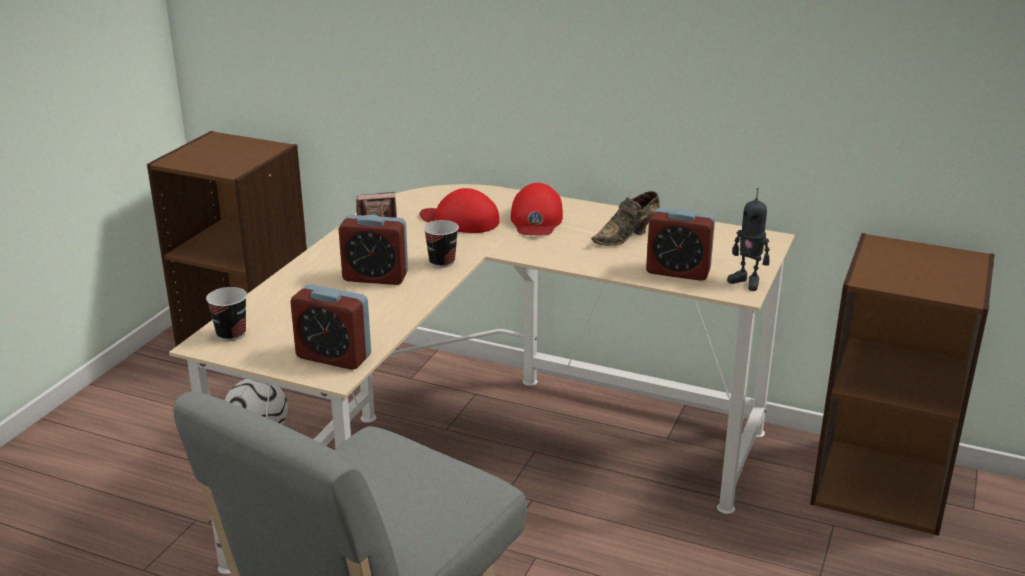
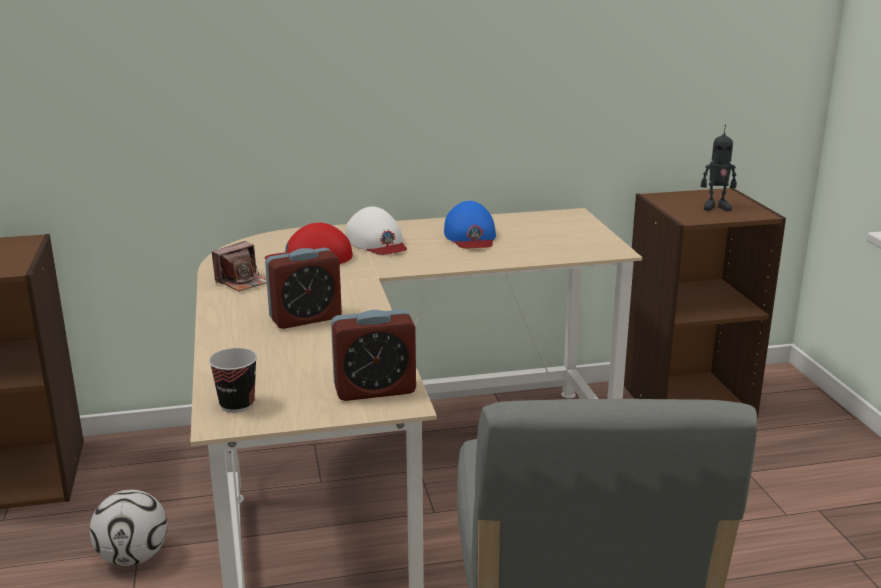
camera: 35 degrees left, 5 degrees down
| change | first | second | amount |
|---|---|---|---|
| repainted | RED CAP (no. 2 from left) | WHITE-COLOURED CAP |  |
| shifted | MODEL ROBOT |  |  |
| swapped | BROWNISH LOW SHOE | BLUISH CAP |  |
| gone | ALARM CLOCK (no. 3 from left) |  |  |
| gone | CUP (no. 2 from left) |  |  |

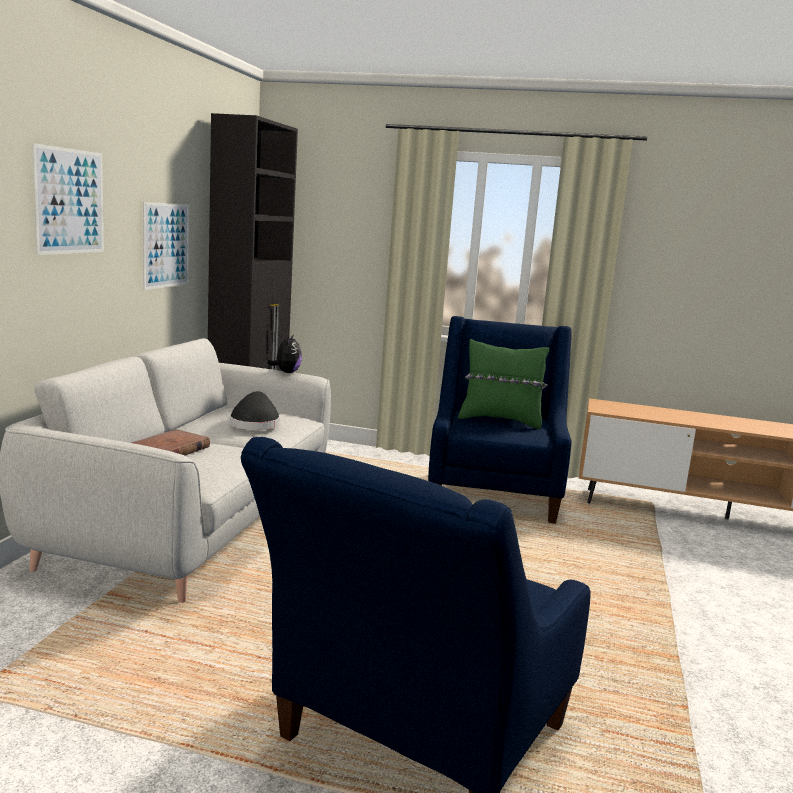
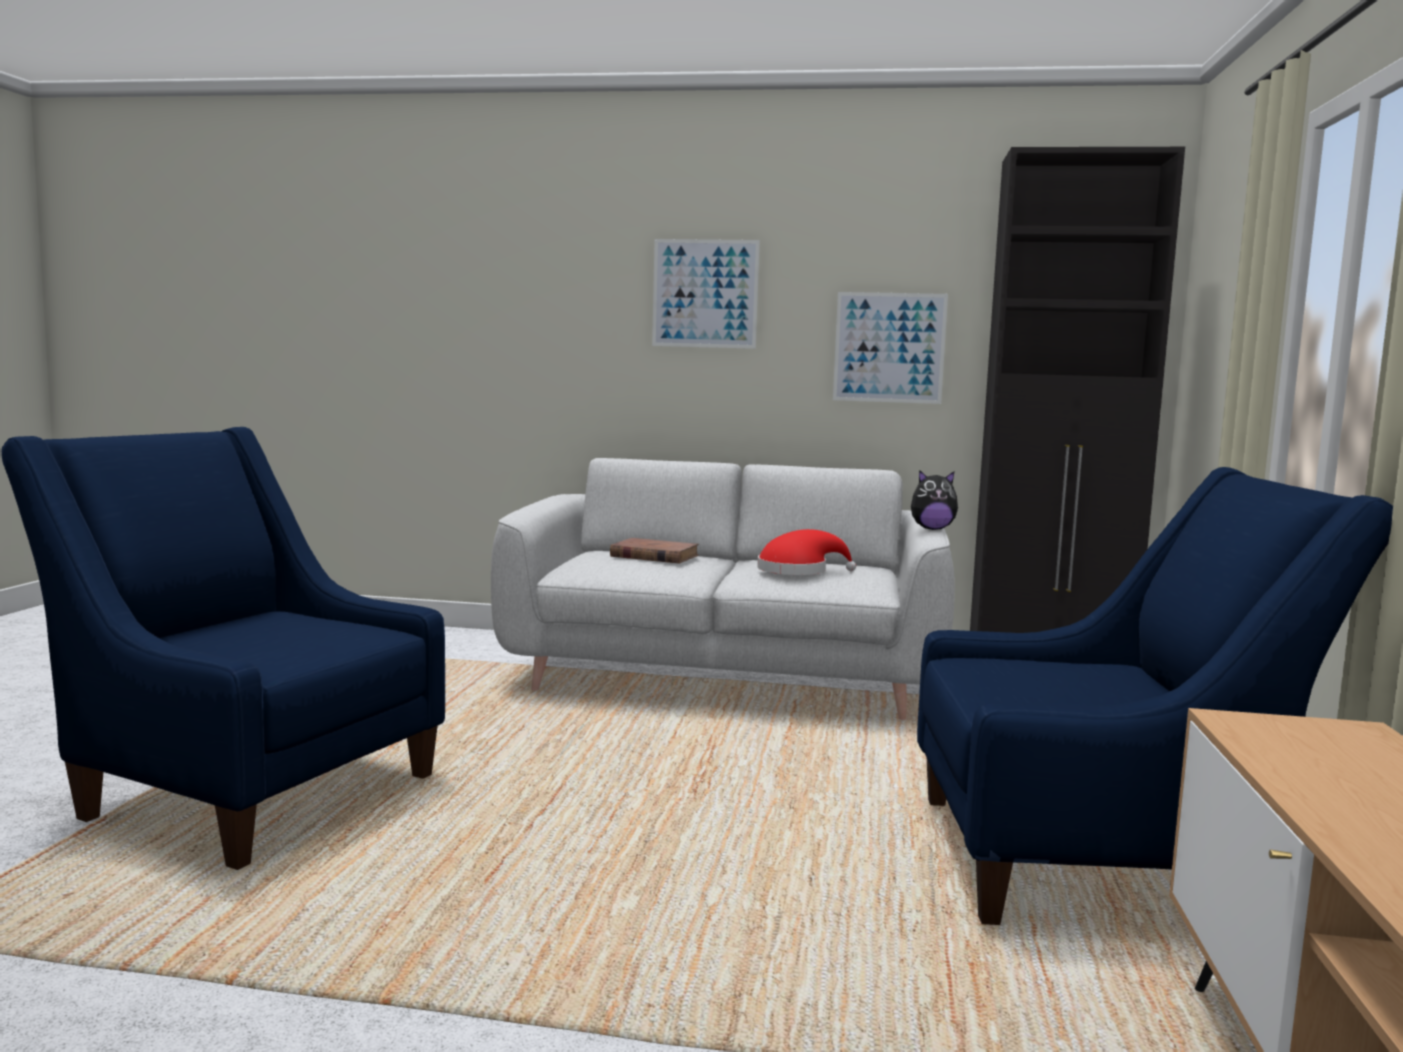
camera: 85 degrees right, 5 degrees down
| change | first | second | amount |
|---|---|---|---|
| gone | GREEN CUSHION |  |  |
| repainted | BLACK HAT | RED HAT |  |

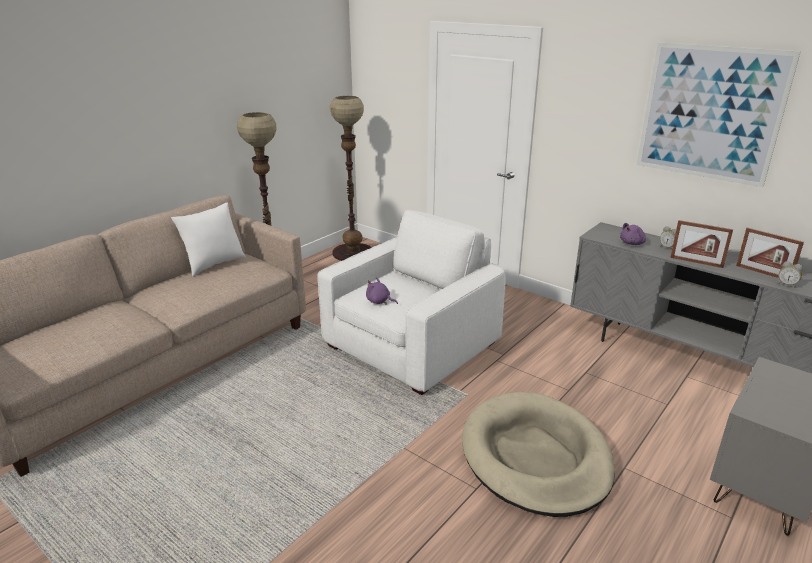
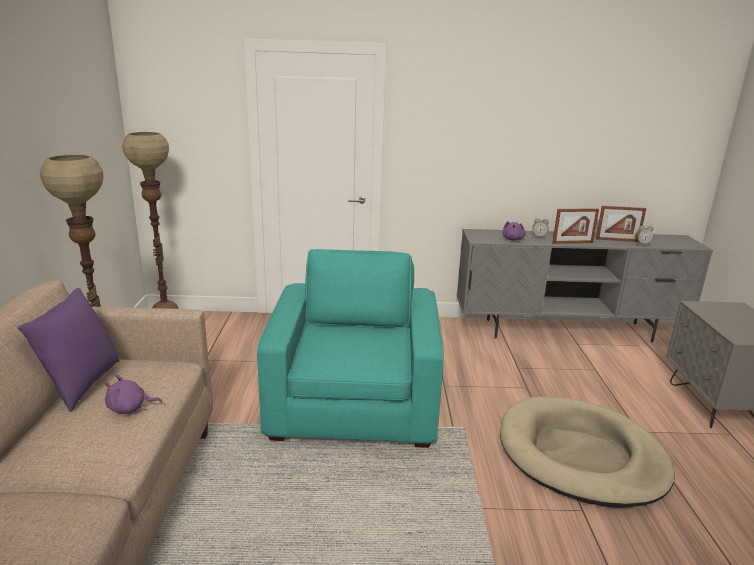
camera: 40 degrees left, 5 degrees down
| change | first | second | amount |
|---|---|---|---|
| gone | WALL PICTURE |  |  |
| repainted | WHITE-COLOURED CUSHION | PURPLISH CUSHION |  |
| repainted | WHITE-COLOURED EASY CHAIR | BLUE-GREEN EASY CHAIR |  |
| shifted | PURPLISH PLUSH TOY (no. 1 from left) |  |  |

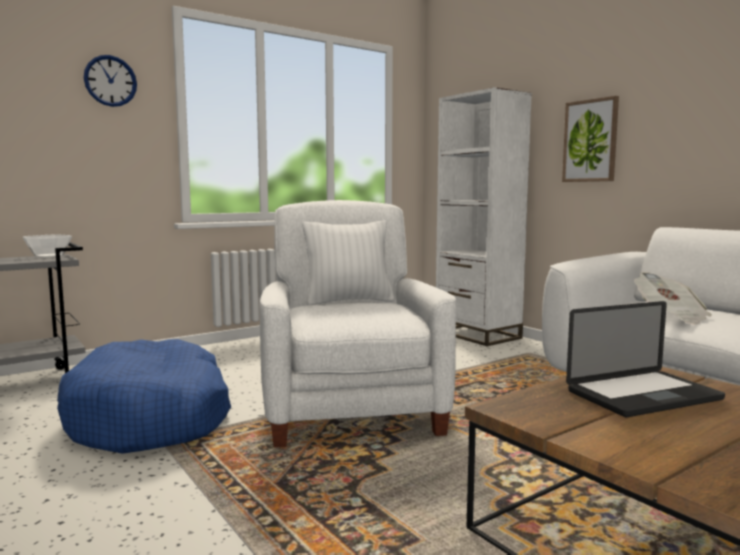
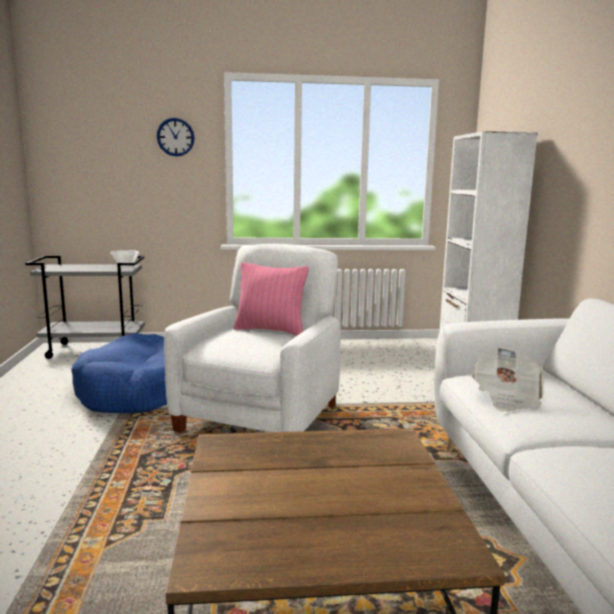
camera: 30 degrees right, 5 degrees up
| change | first | second | amount |
|---|---|---|---|
| gone | WALL PICTURE |  |  |
| repainted | WHITE-COLOURED CUSHION | PINK CUSHION |  |
| gone | NOTEBOOK COMPUTER |  |  |

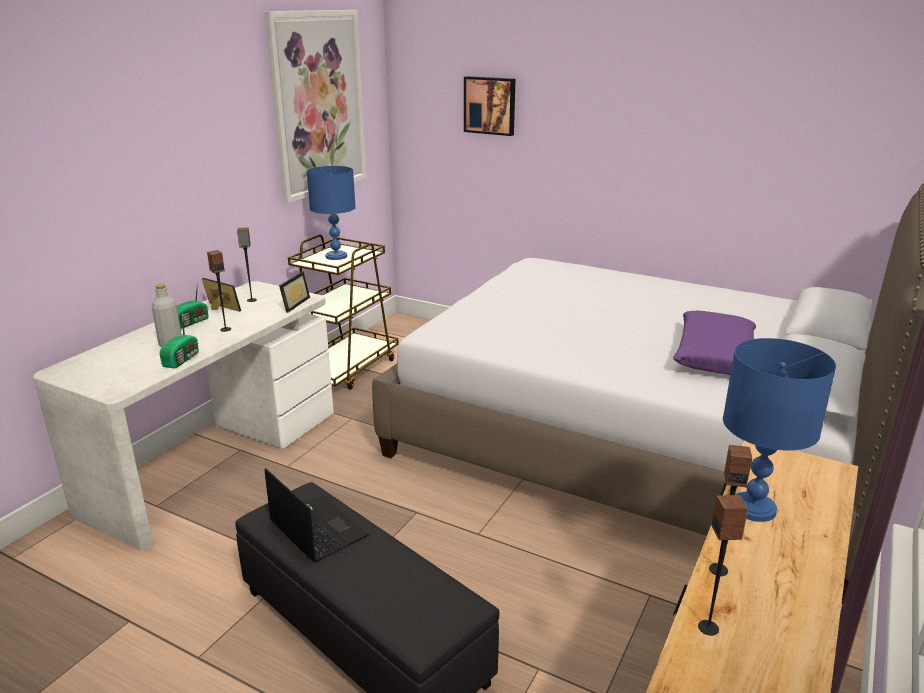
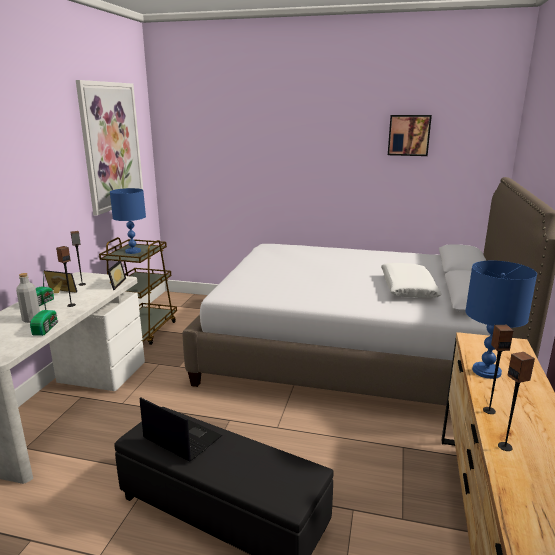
camera: 15 degrees left, 5 degrees down
| change | first | second | amount |
|---|---|---|---|
| shifted | WALL PICTURE (no. 2 from left) |  |  |
| repainted | PURPLISH CUSHION | WHITE-COLOURED CUSHION |  |

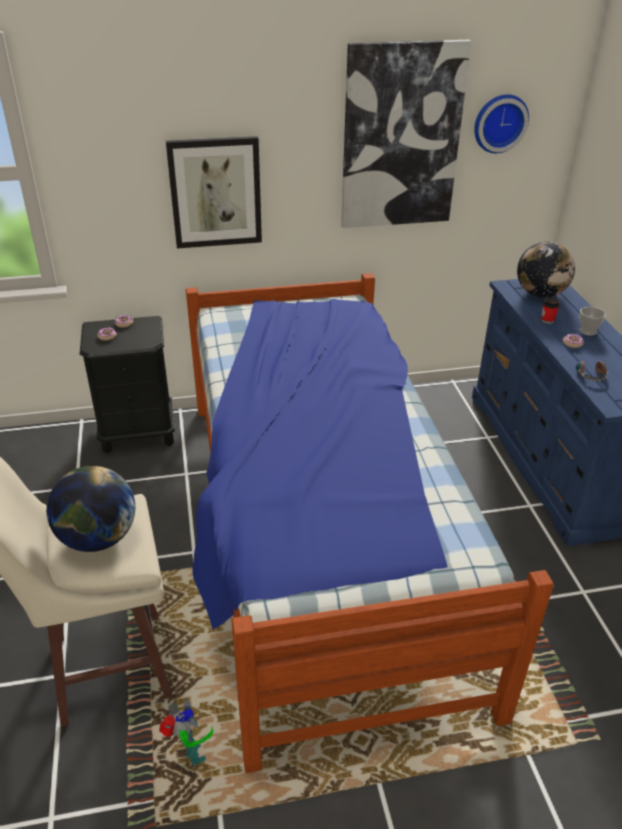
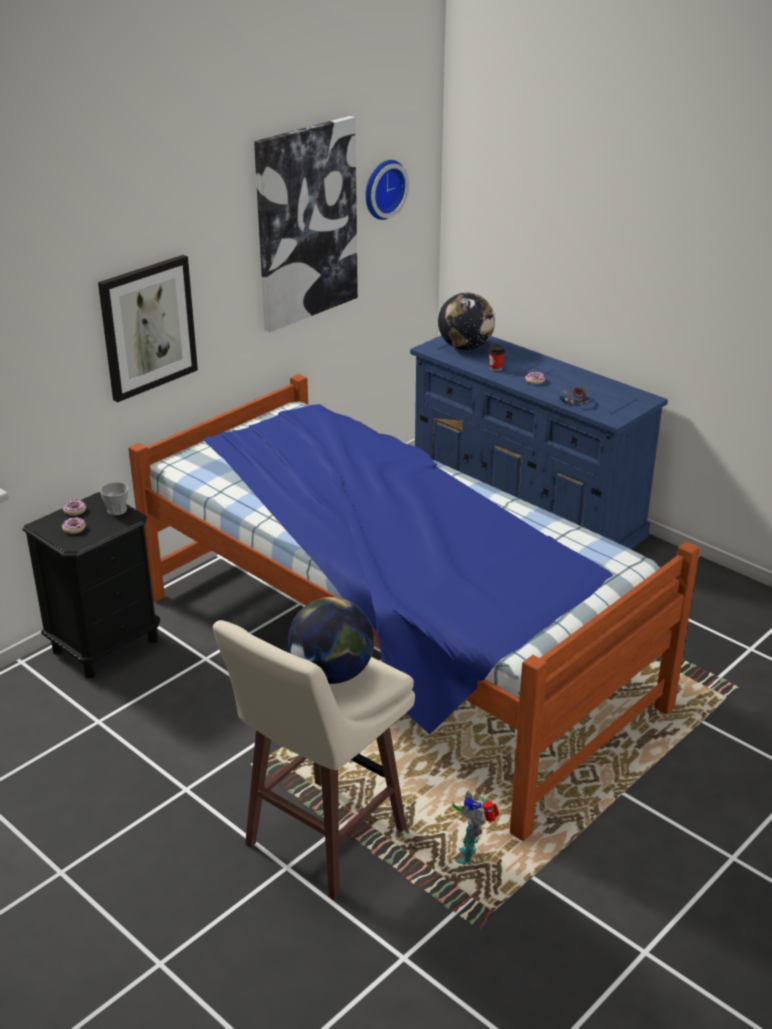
camera: 35 degrees left, 5 degrees down
| change | first | second | amount |
|---|---|---|---|
| shifted | CUP (no. 2 from left in the first image) | CUP (no. 1 from left) |  |
| rotated | MODEL ROBOT |  | 105 degrees counterclockwise |

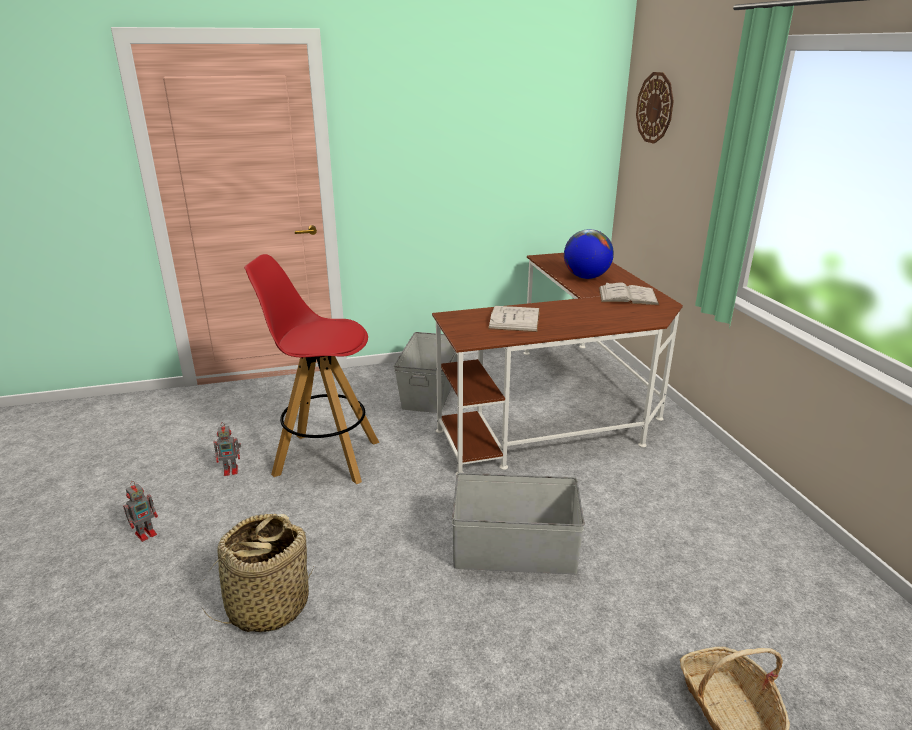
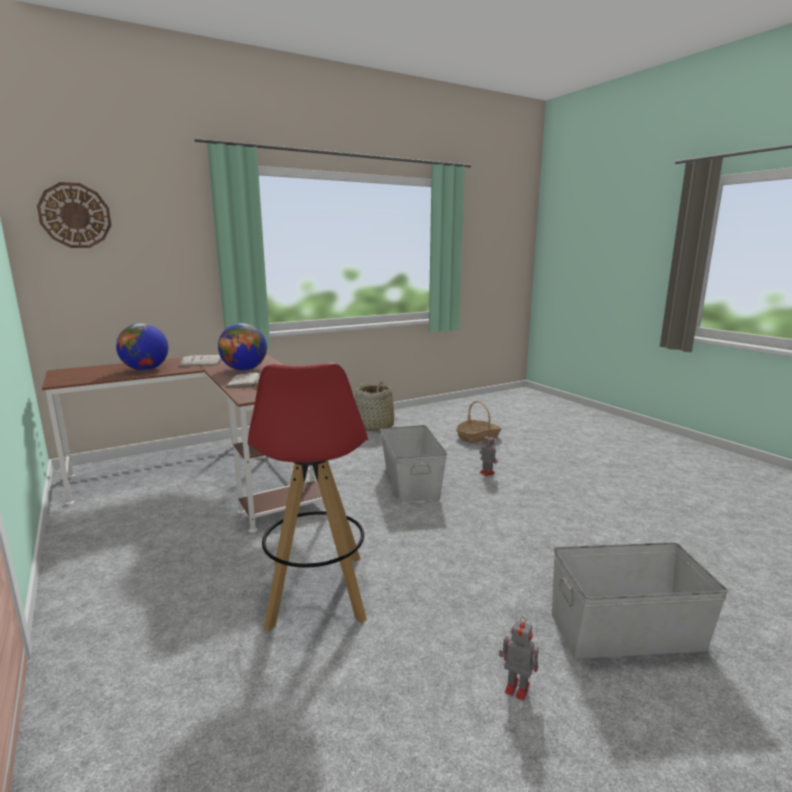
camera: 105 degrees left, 10 degrees down
| change | first | second | amount |
|---|---|---|---|
| shifted | GREY STORAGE BIN (no. 1 from left in the first image) | GREY STORAGE BIN (no. 2 from left) |  |
| shifted | MODEL ROBOT (no. 2 from left in the first image) | MODEL ROBOT (no. 1 from left) |  |
| shifted | STORAGE BASKET (no. 1 from left) |  |  |
| new |  | DESK GLOBE (no. 2 from left) |  |

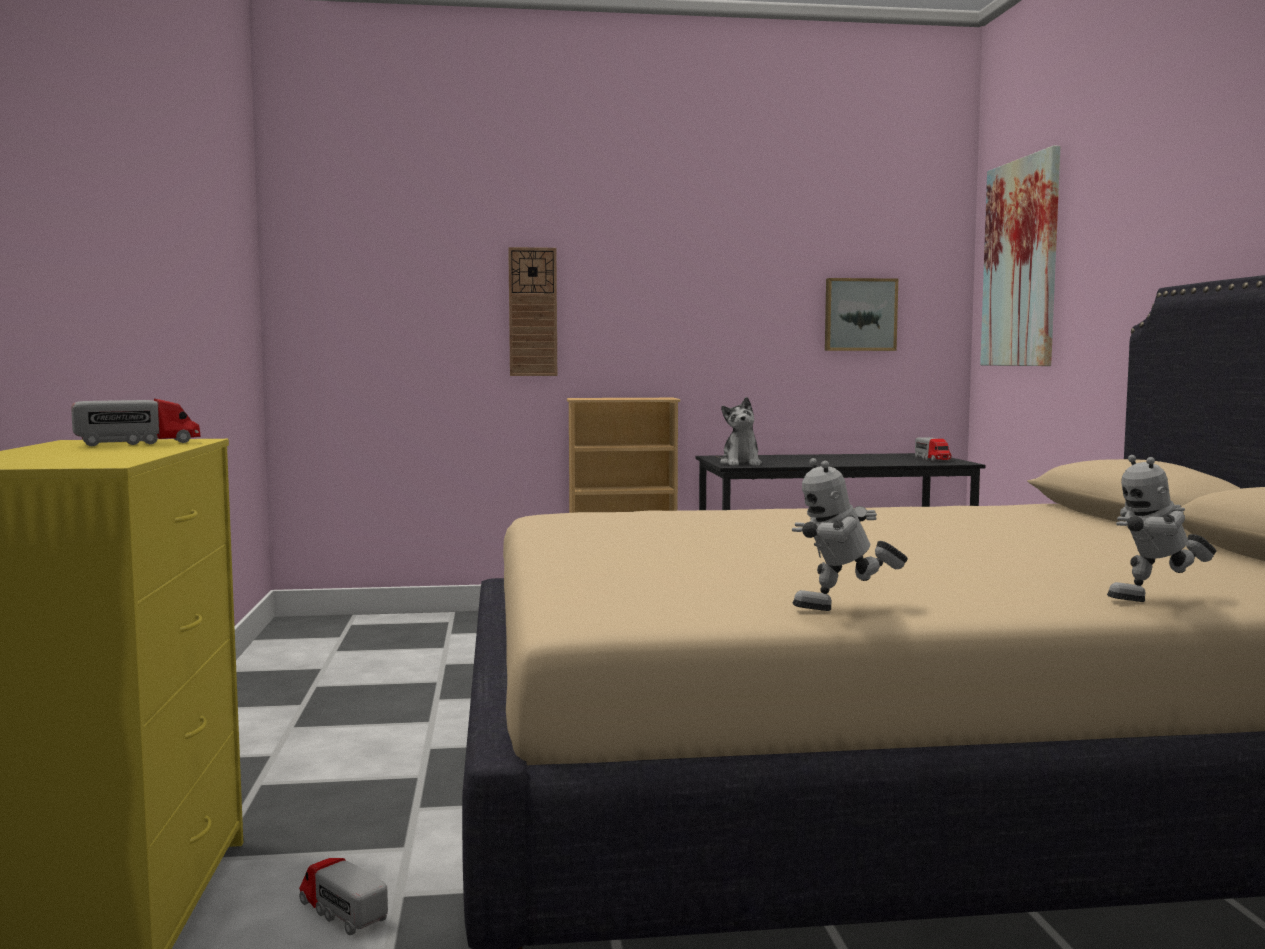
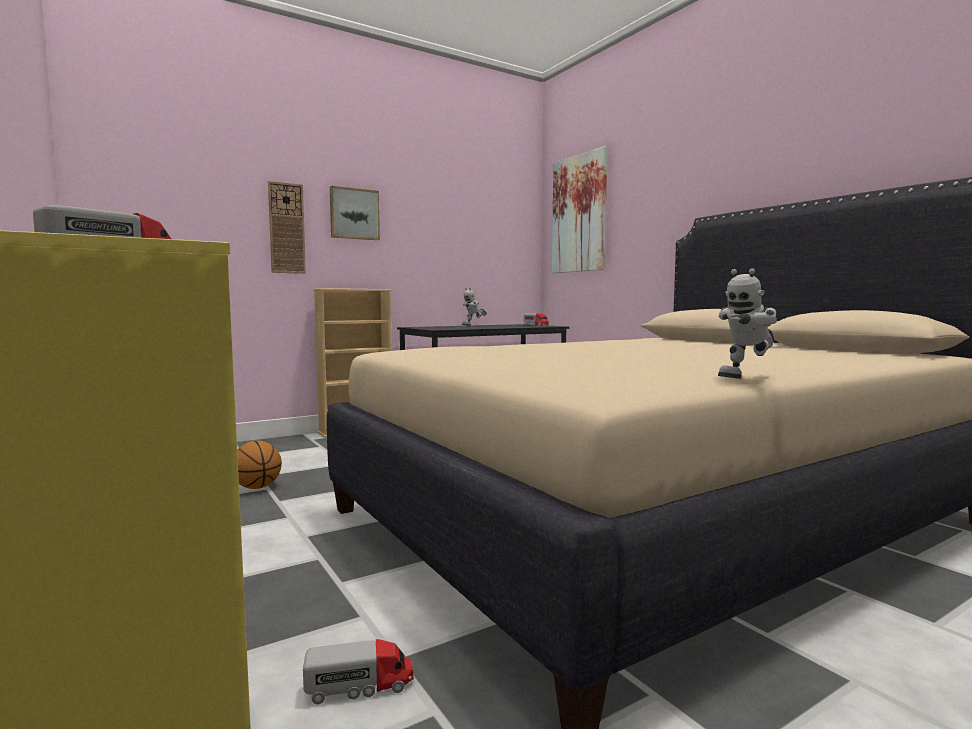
camera: 25 degrees left, 0 degrees up
| change | first | second | amount |
|---|---|---|---|
| shifted | WALL PICTURE (no. 1 from left) |  |  |
| gone | PLUSH TOY |  |  |
| shifted | MODEL ROBOT (no. 2 from left in the first image) | MODEL ROBOT (no. 1 from left) |  |
| rotated | TOY LORRY (no. 2 from left) |  | 150 degrees clockwise |
| new |  | BALL FOR BASKETBALL |  |

